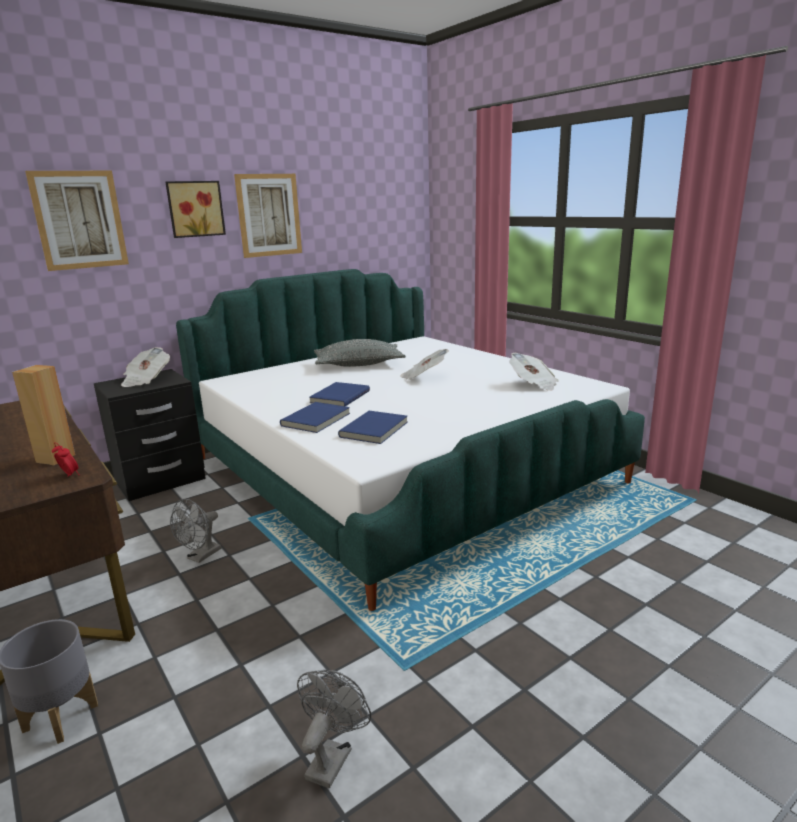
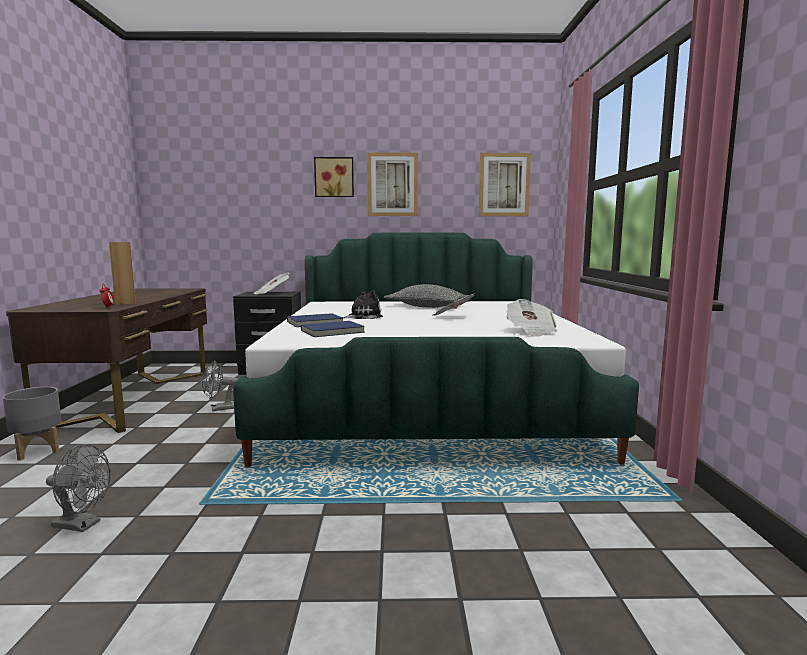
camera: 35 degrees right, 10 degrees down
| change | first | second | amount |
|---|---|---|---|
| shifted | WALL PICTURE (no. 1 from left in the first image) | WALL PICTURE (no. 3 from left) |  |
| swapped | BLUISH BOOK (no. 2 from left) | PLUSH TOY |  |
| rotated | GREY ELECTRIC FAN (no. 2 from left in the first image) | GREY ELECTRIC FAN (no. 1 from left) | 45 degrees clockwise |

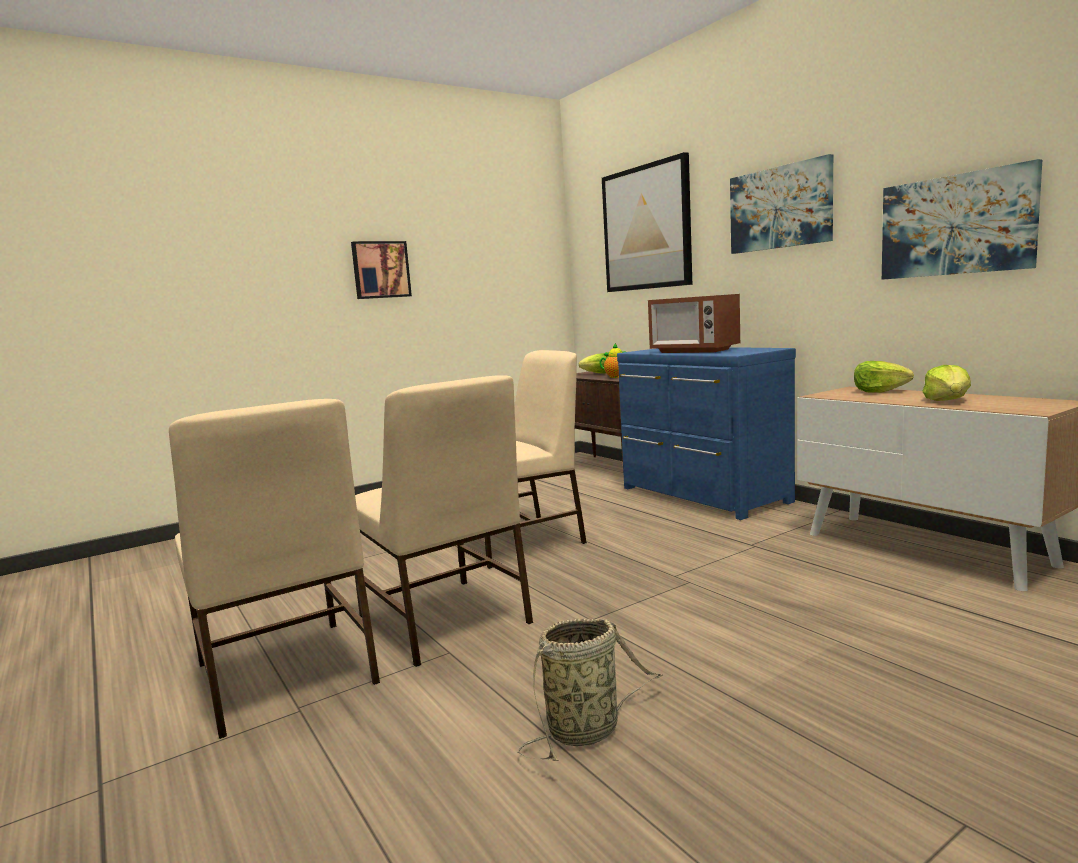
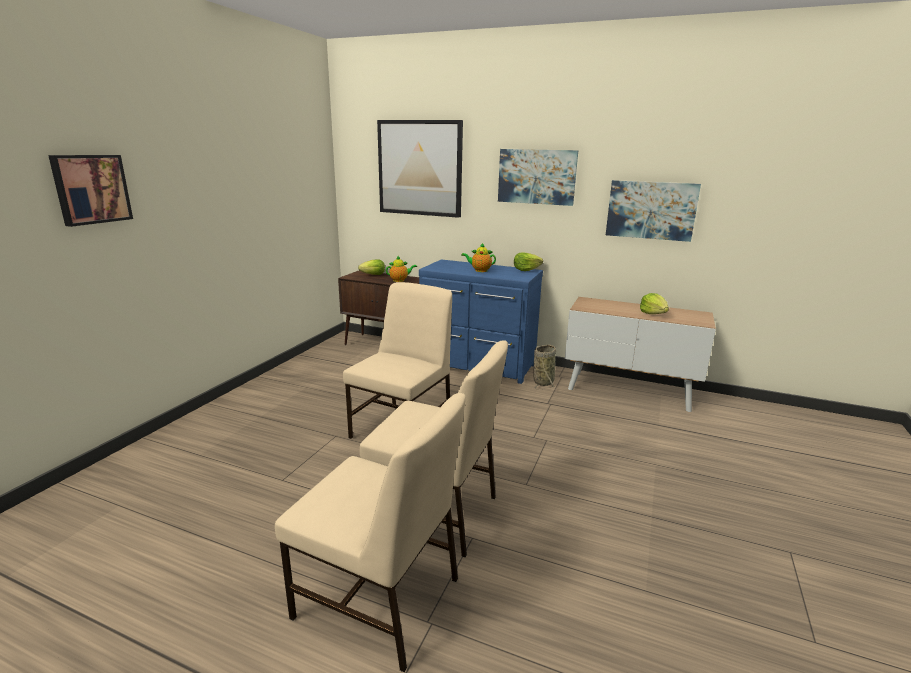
camera: 35 degrees left, 10 degrees up
| change | first | second | amount |
|---|---|---|---|
| shifted | WALL PICTURE (no. 1 from left) |  |  |
| swapped | MICROWAVE OVEN | TEA POT (no. 2 from left) |  |
| shifted | HEAD OF LETTUCE (no. 2 from left) |  |  |
| shifted | STORAGE BASKET |  |  |

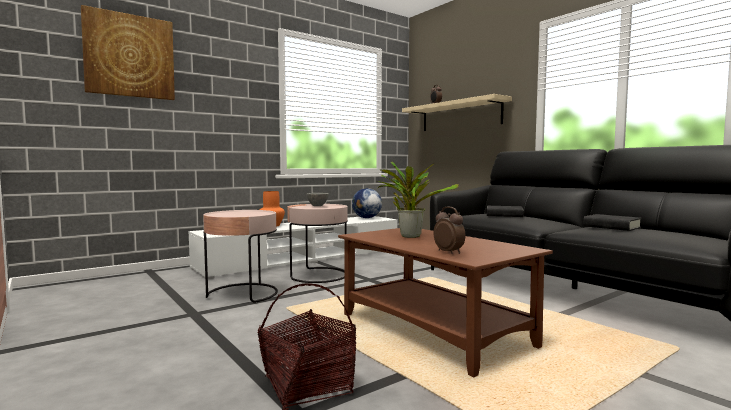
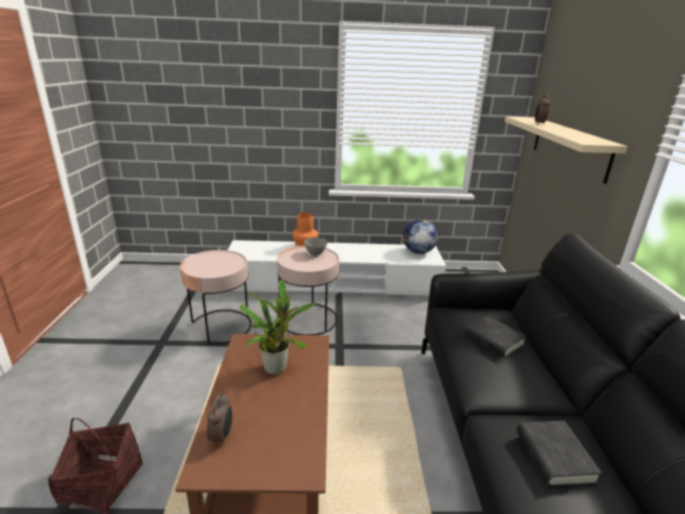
camera: 35 degrees right, 20 degrees up
| change | first | second | amount |
|---|---|---|---|
| gone | WALL PICTURE |  |  |

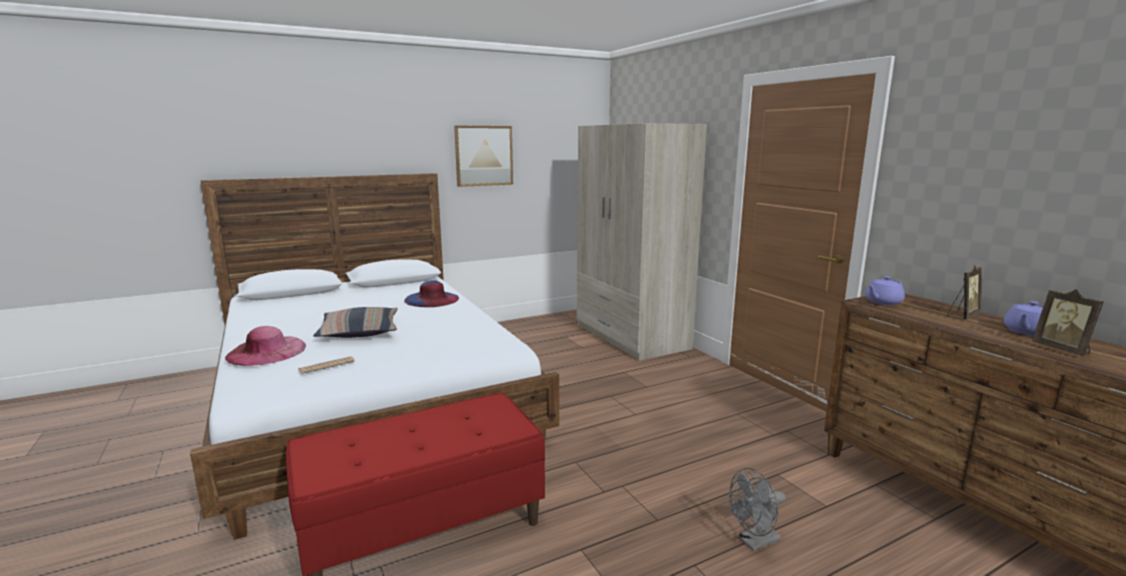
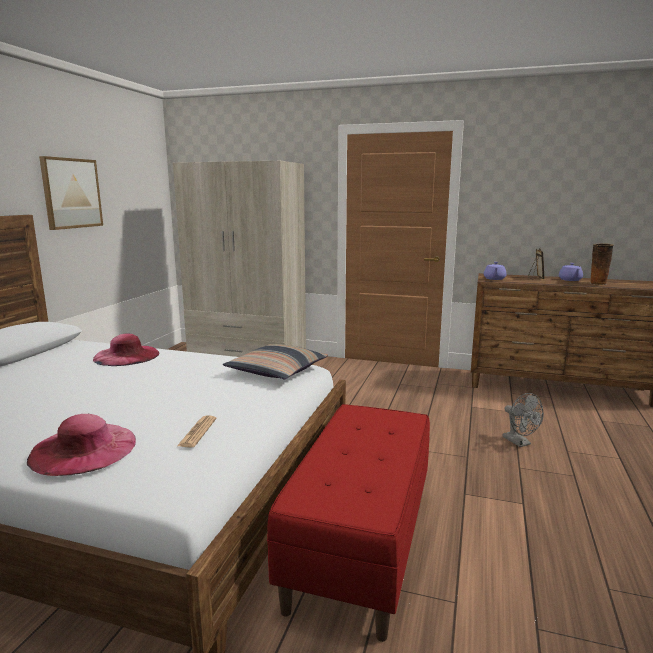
camera: 45 degrees left, 0 degrees up
| change | first | second | amount |
|---|---|---|---|
| repainted | BLUISH HAT | PINK HAT (no. 2 from left) |  |
| swapped | STANDING FRAME (no. 2 from left) | FLOWER VASE |  |
| shifted | CUSHION |  |  |
| rotated | GREY ELECTRIC FAN |  | 45 degrees counterclockwise |

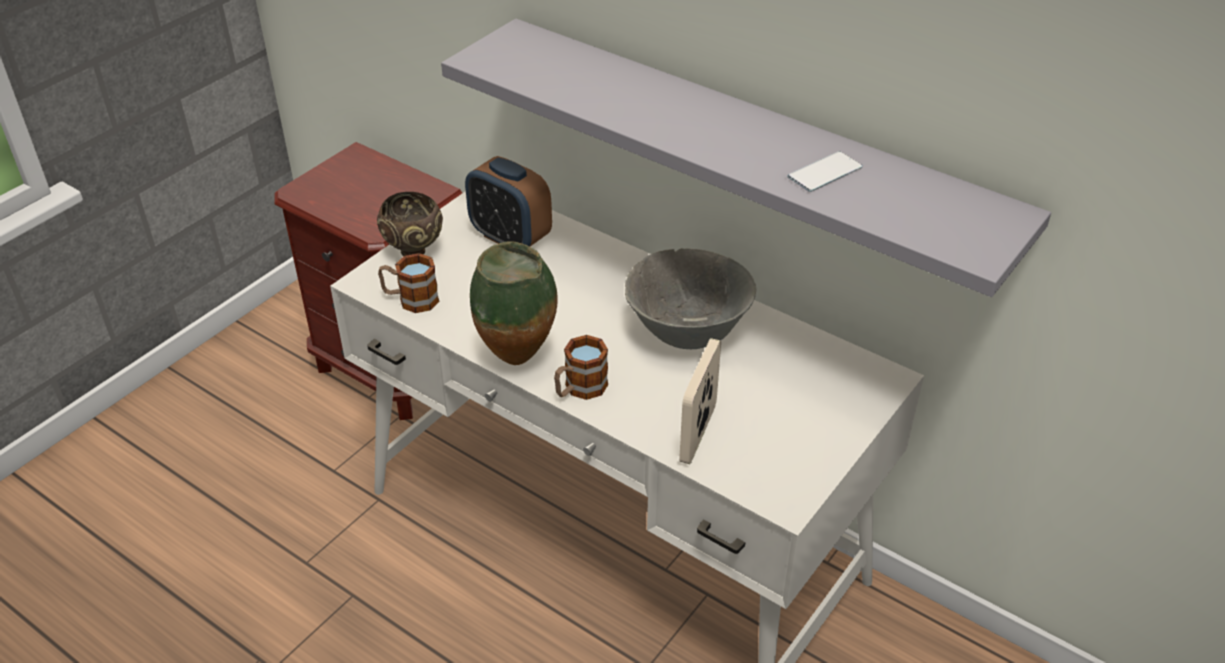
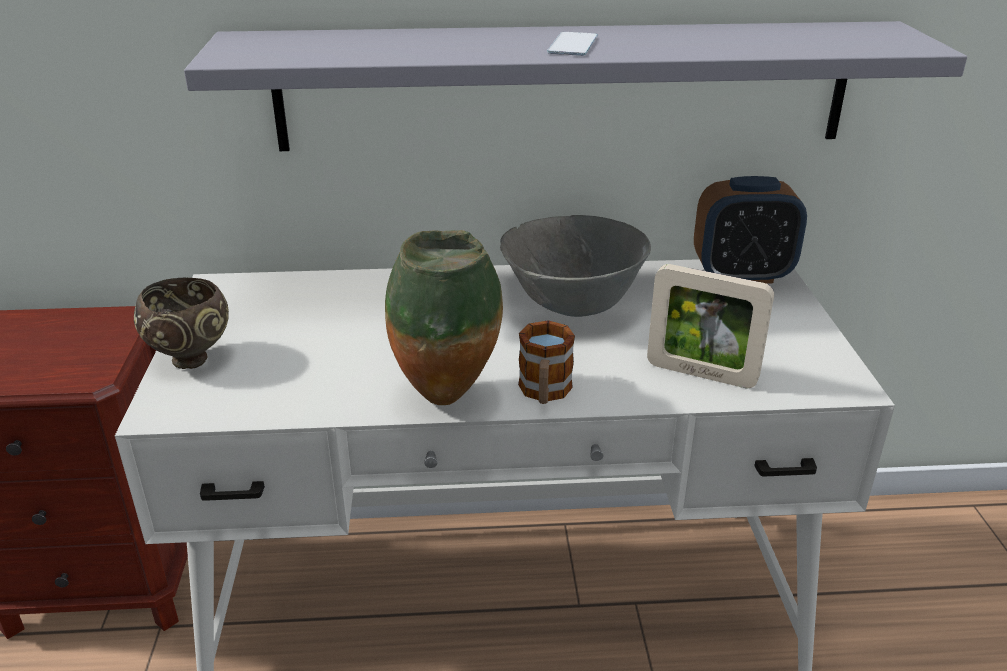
camera: 40 degrees left, 10 degrees down
| change | first | second | amount |
|---|---|---|---|
| shifted | PHONE |  |  |
| shifted | ALARM CLOCK |  |  |
| gone | COFFEE MUG (no. 1 from left) |  |  |
| rotated | STANDING FRAME |  | 45 degrees counterclockwise |

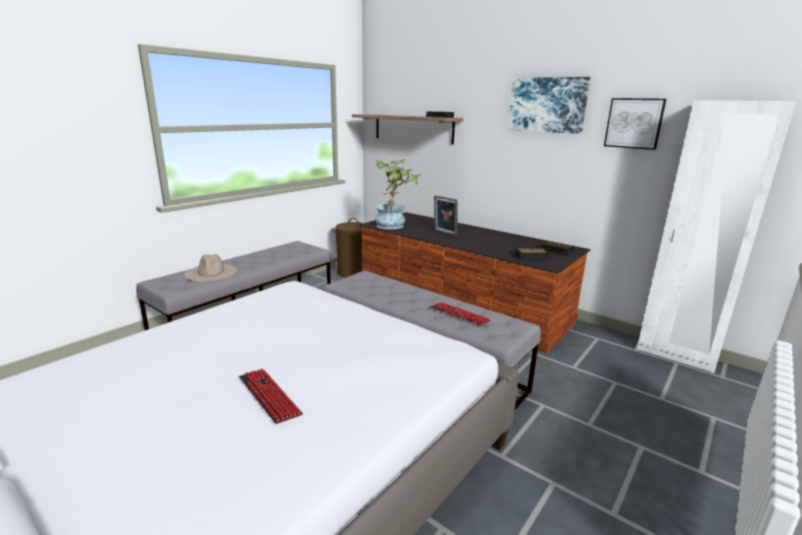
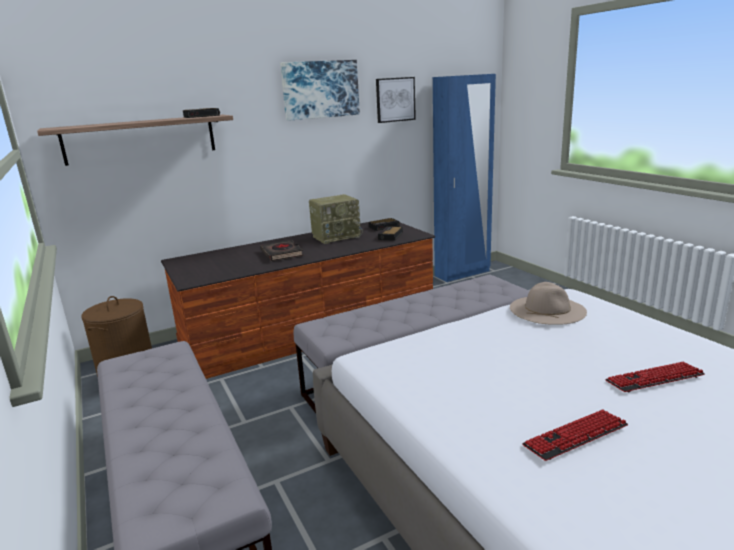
camera: 65 degrees left, 0 degrees up
| change | first | second | amount |
|---|---|---|---|
| repainted | WHITE-COLOURED WARDROBE | BLUISH WARDROBE |  |
| gone | POTTED PLANT |  |  |
| swapped | STANDING FRAME | BLACK BOOK |  |
| shifted | BEIGE-COLOURED HAT |  |  |
| shifted | COMPUTER KEYBOARD (no. 2 from left in the first image) | COMPUTER KEYBOARD (no. 1 from left) |  |
| new |  | RADIO RECEIVER |  |

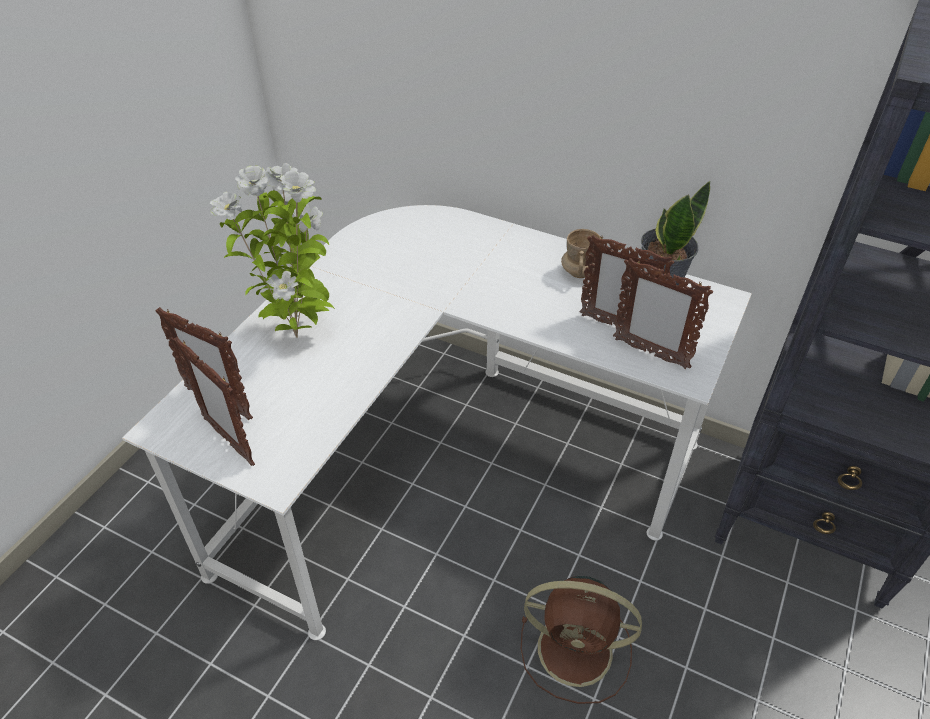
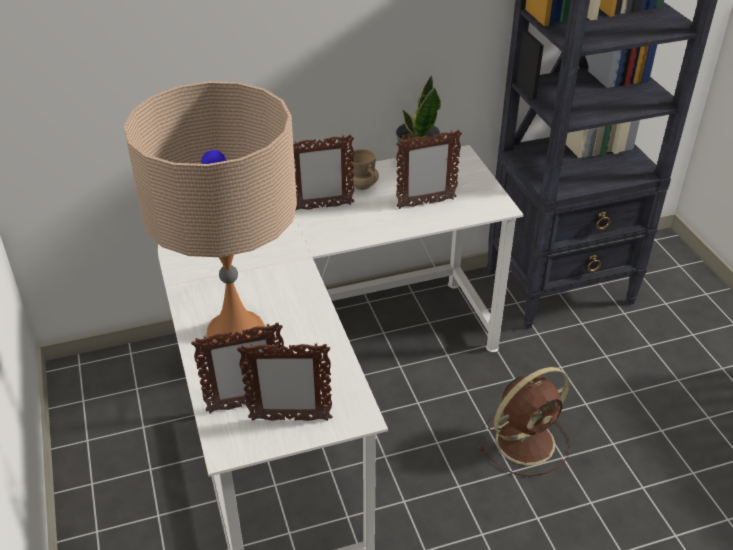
camera: 45 degrees left, 5 degrees down
| change | first | second | amount |
|---|---|---|---|
| swapped | POTTED PLANT (no. 1 from left) | BEIGE-COLOURED LAMP FOR A TABLE |  |
| shifted | STANDING FRAME (no. 4 from left in the first image) | STANDING FRAME (no. 3 from left) |  |

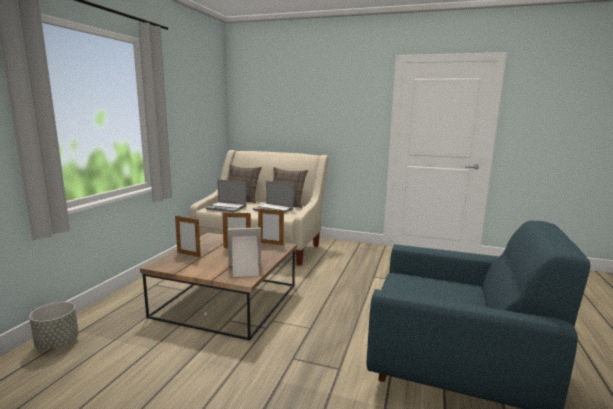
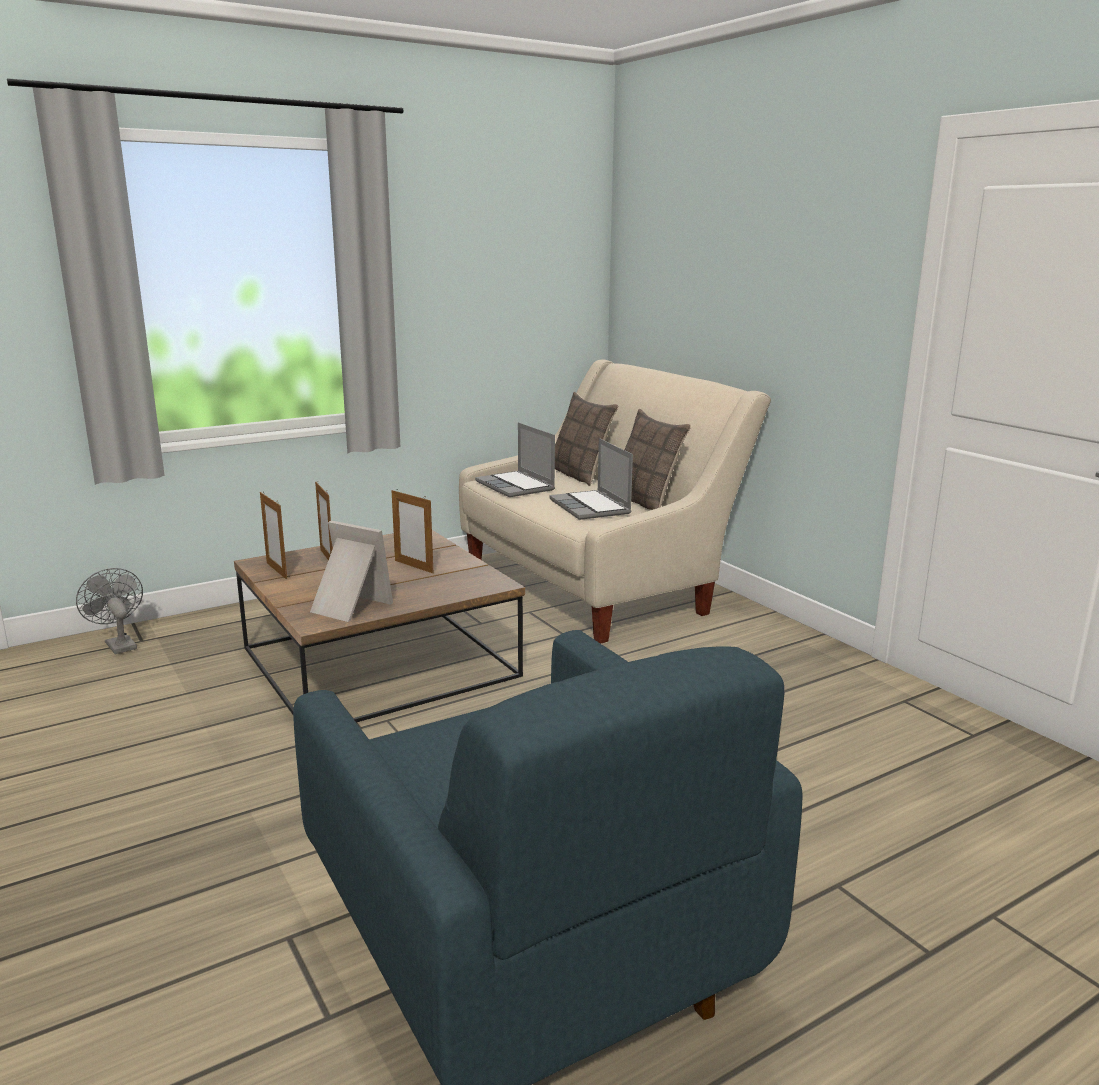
camera: 40 degrees right, 5 degrees up
| change | first | second | amount |
|---|---|---|---|
| shifted | STANDING FRAME (no. 4 from left in the first image) | STANDING FRAME (no. 1 from left) |  |
| swapped | GREY PLANT POT | GREY ELECTRIC FAN |  |

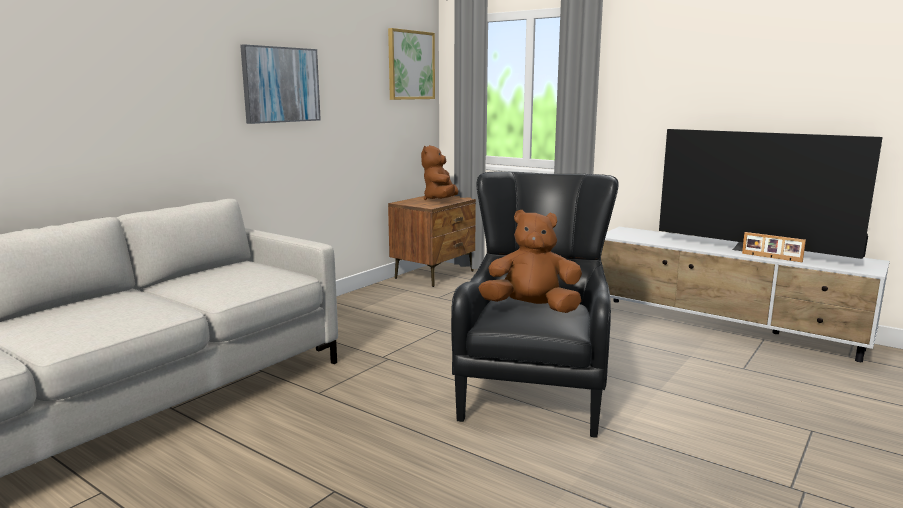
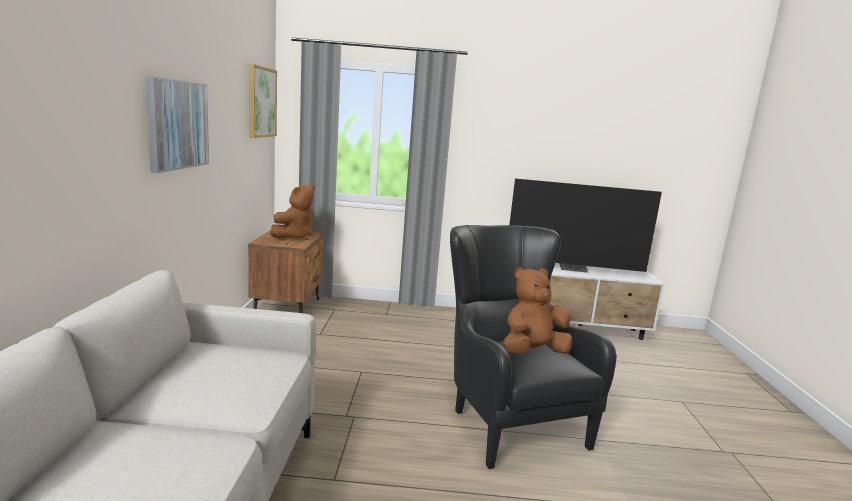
camera: 35 degrees left, 0 degrees up
| change | first | second | amount |
|---|---|---|---|
| rotated | BROWNISH PLUSH TOY (no. 1 from left) |  | 120 degrees counterclockwise |
| gone | STANDING FRAME |  |  |

